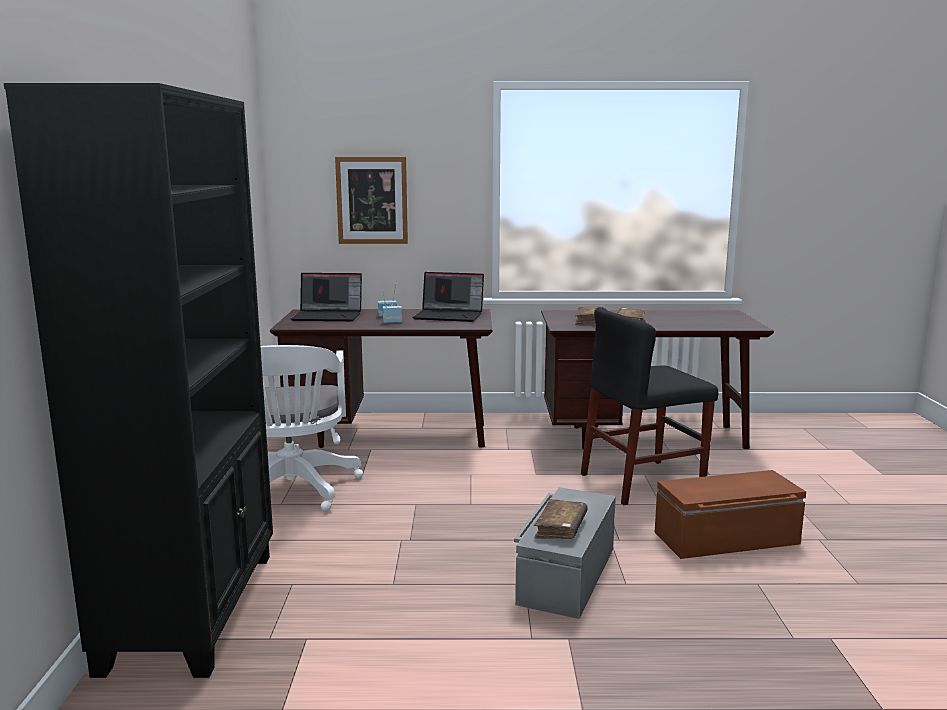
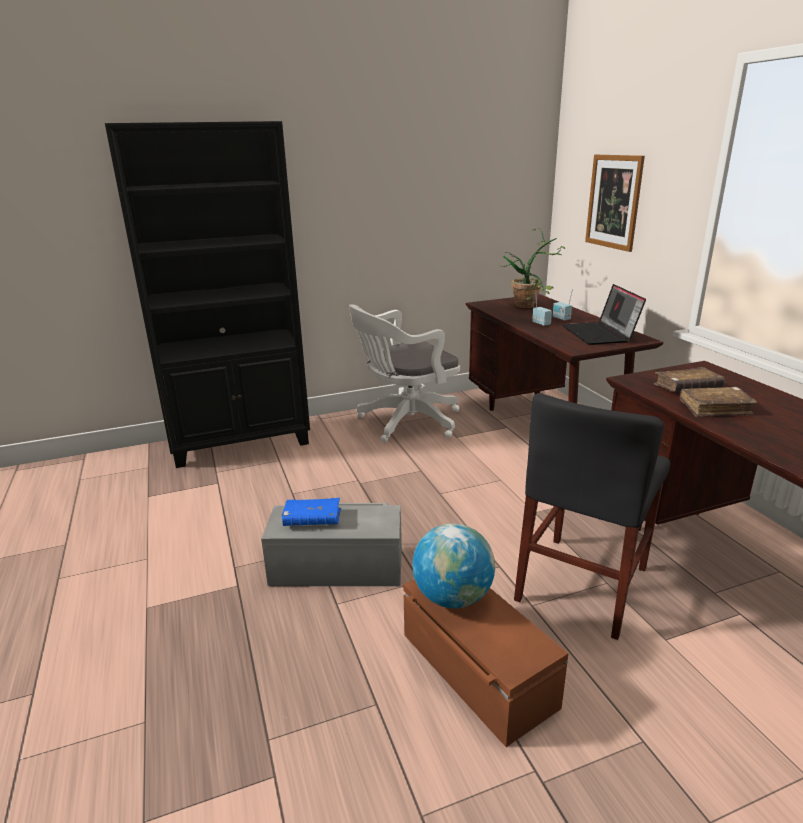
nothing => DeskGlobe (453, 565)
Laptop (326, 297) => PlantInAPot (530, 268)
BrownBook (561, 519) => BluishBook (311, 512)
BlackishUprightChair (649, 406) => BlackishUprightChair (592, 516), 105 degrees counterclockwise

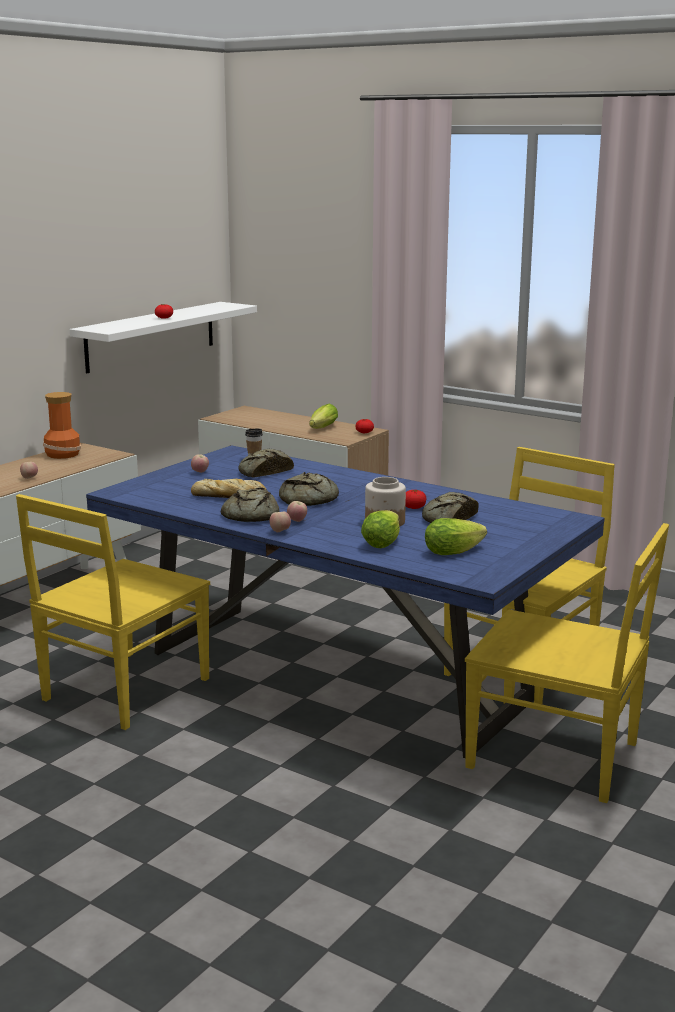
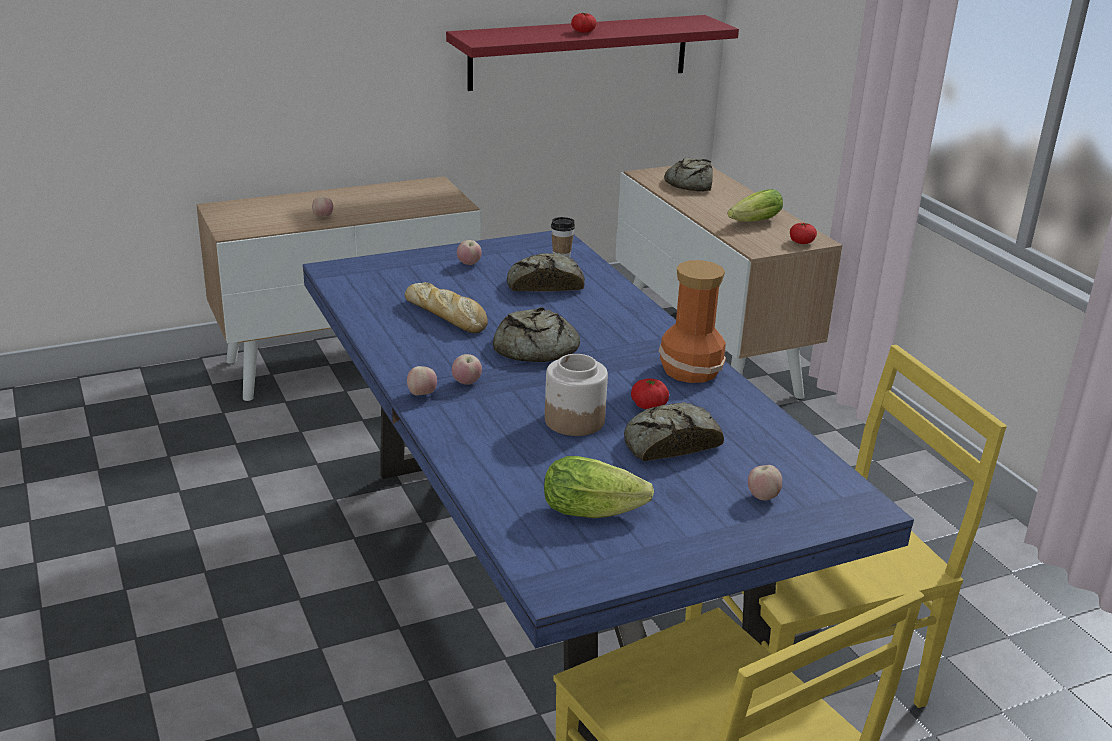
YellowColouredUprightChair (113, 612) => nothing
Lettuce (380, 529) => nothing
nothing => WholeApple (765, 483)
FlowerVase (62, 425) => FlowerVase (692, 321), shifted
Bread (250, 504) => Bread (688, 174), shifted
WhitishBracketShelf (163, 337) => RedColouredBracketShelf (592, 53)

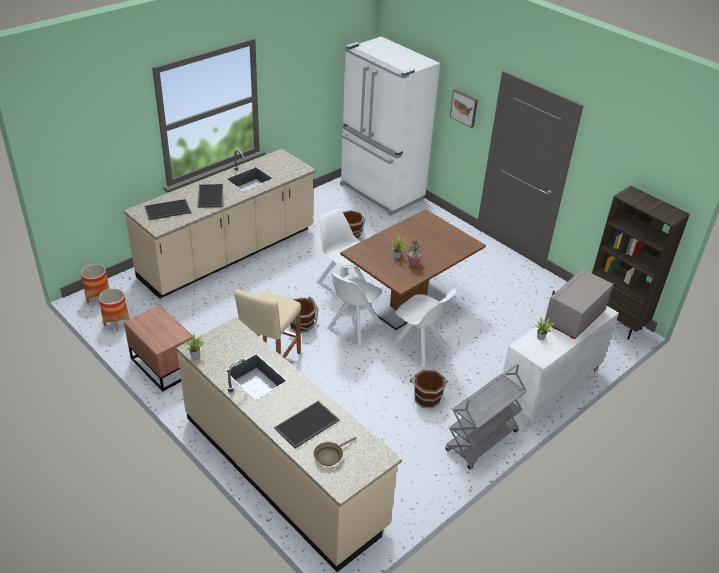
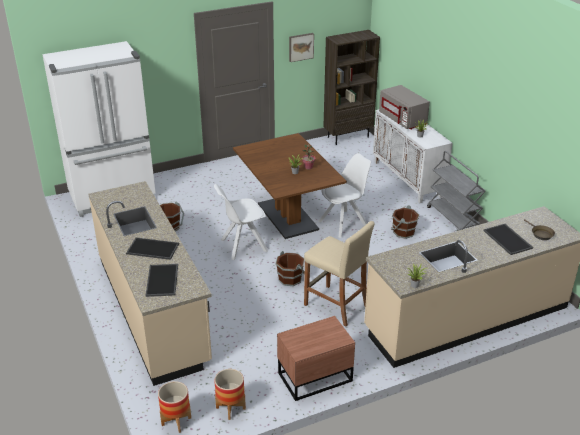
WhitishUprightChair (355, 308) => nothing
Picture (464, 108) => Picture (301, 47), shifted

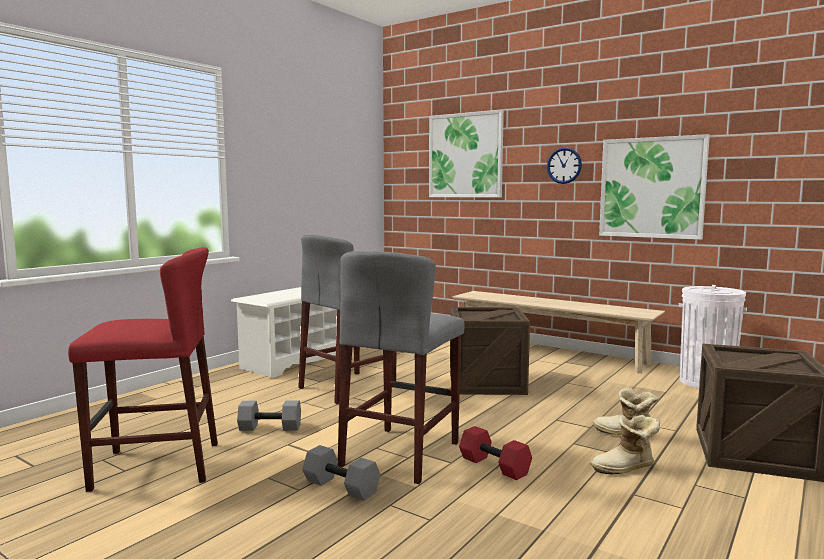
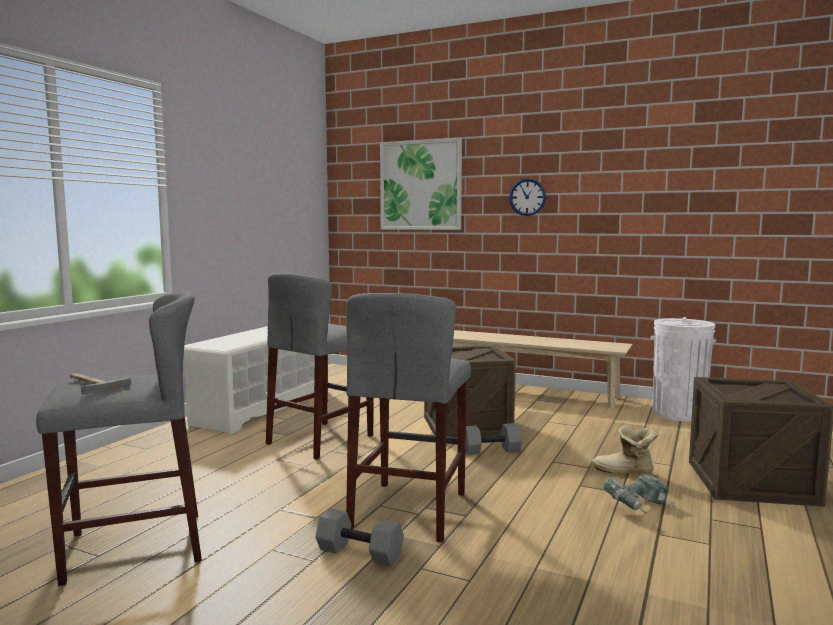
RedColouredHandWeight (495, 453) => nothing
Picture (654, 187) => nothing
nothing => Hammer (100, 383)
GrayHandWeight (269, 415) => GrayHandWeight (493, 439), shifted
HighTopBoot (625, 444) => PowerDrill (640, 493)
RedColouredSittingStool (143, 369) => GraySittingStool (119, 438)

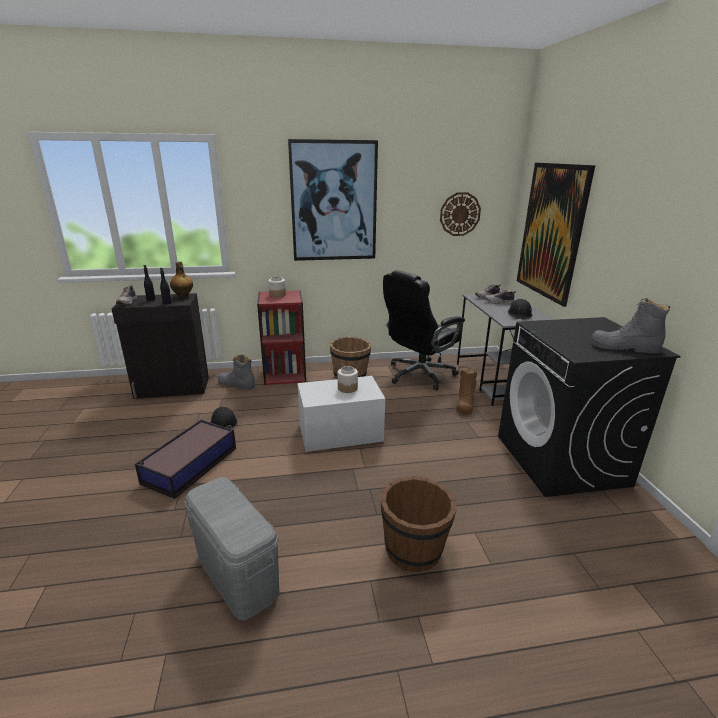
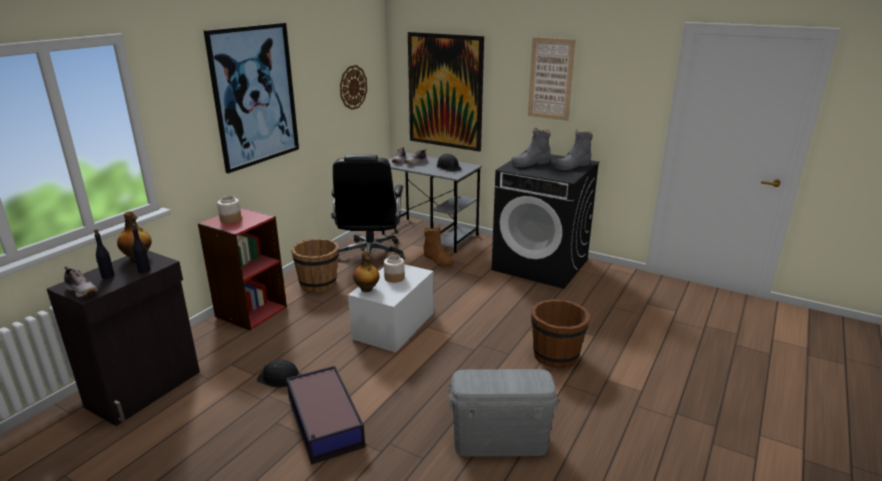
nothing => DrinkBottle (366, 271)
nothing => Picture (552, 79)
GrayHighTopBoot (236, 372) => GrayHighTopBoot (531, 147), shifted

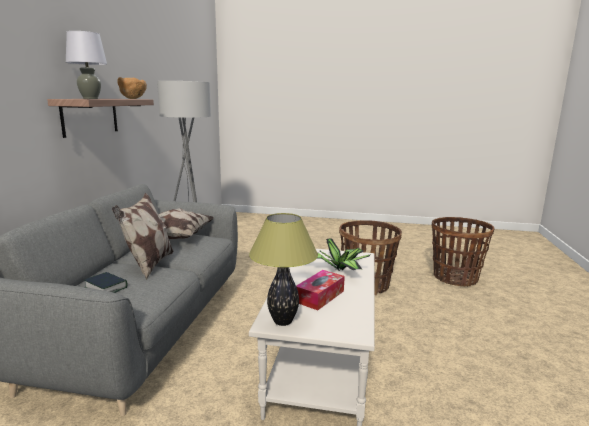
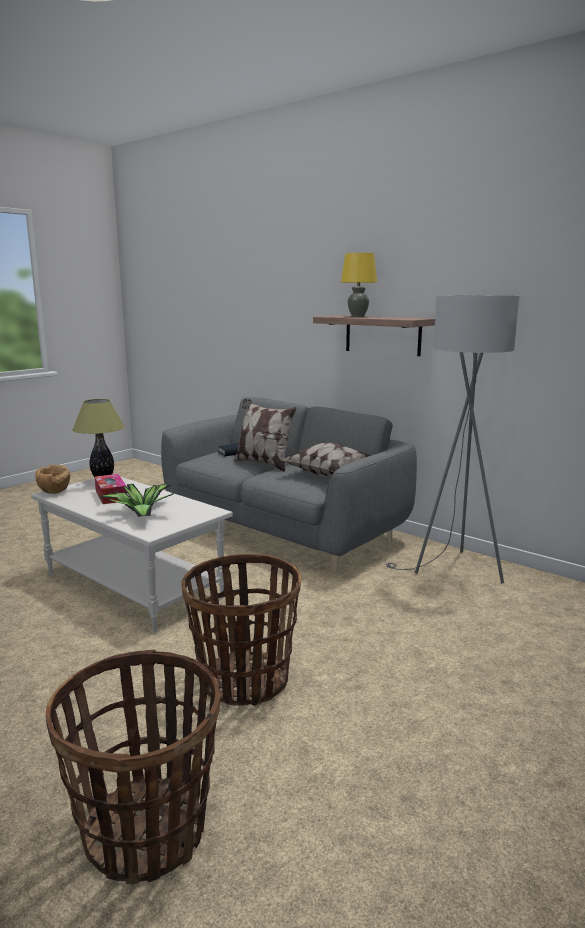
BrownDeepDish (132, 88) => BrownDeepDish (52, 479), shifted
GrayLampForATable (86, 65) => YellowColouredLampForATable (359, 285)

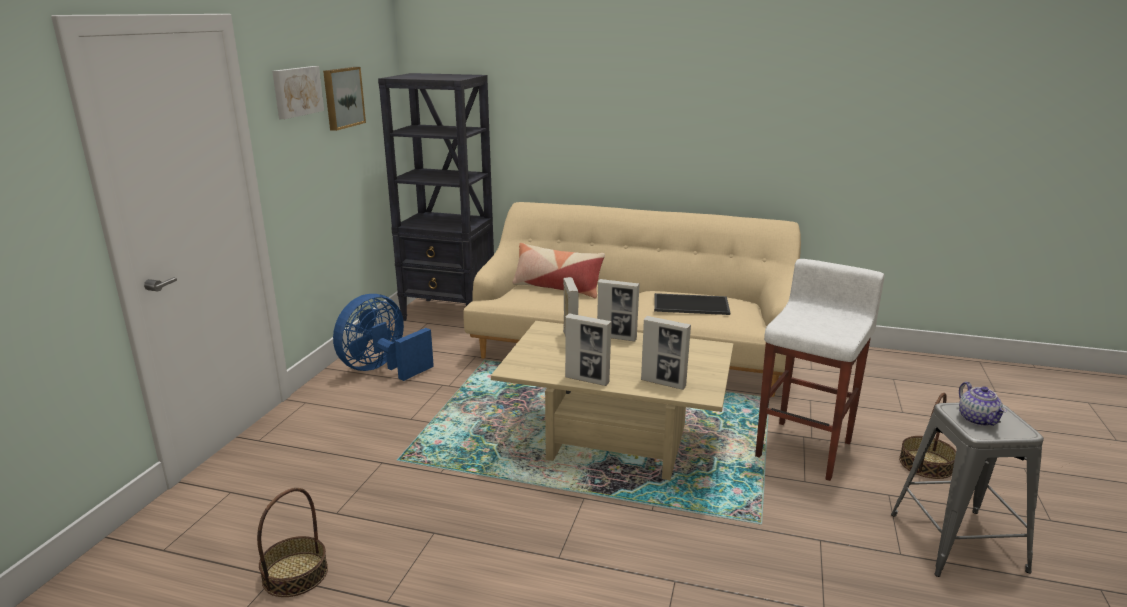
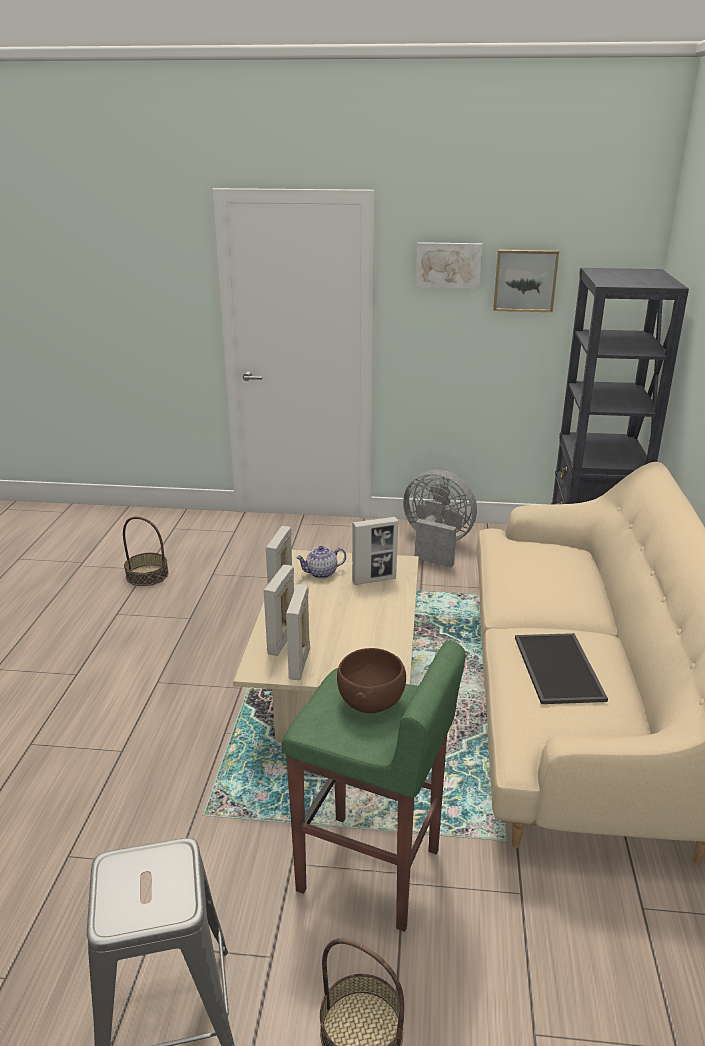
ThrowPillow (559, 271) => nothing
nothing => BrownDeepDish (371, 680)
PictureFrame (618, 310) => PictureFrame (298, 632), shifted
PotForTea (983, 404) => PotForTea (321, 562), shifted
BluishFan (383, 337) => GrayFan (440, 518)
WhitishSittingStool (820, 370) => GreenSittingStool (373, 786)

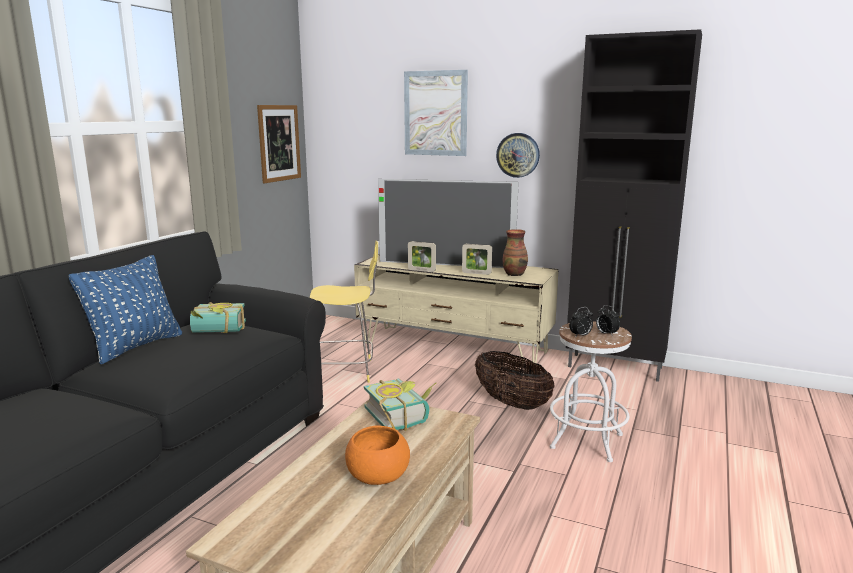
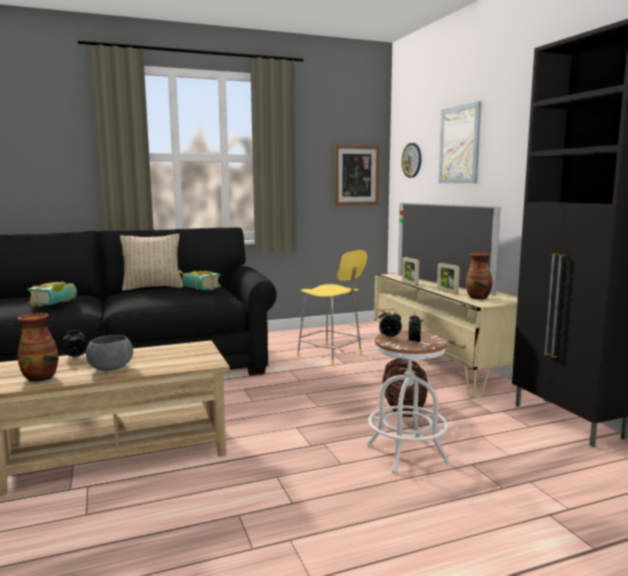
nothing => FlowerVase (38, 347)
nothing => BedsideClock (74, 345)
Book (400, 405) => Book (52, 294), shifted
HangingClock (518, 155) => HangingClock (411, 160), shifted
BluishThrowPillow (125, 309) => BeigeColouredThrowPillow (151, 262)
OrangeColouredDeepDish (377, 455) => GrayDeepDish (109, 353)

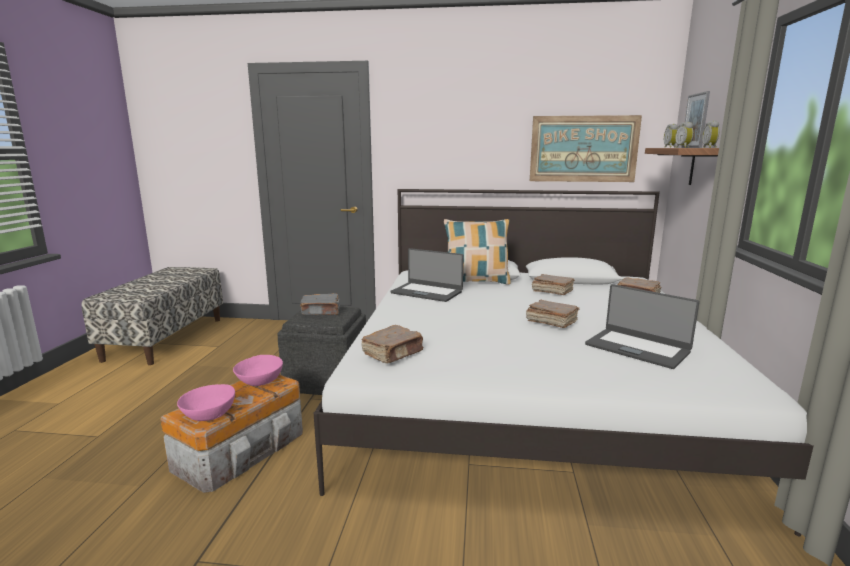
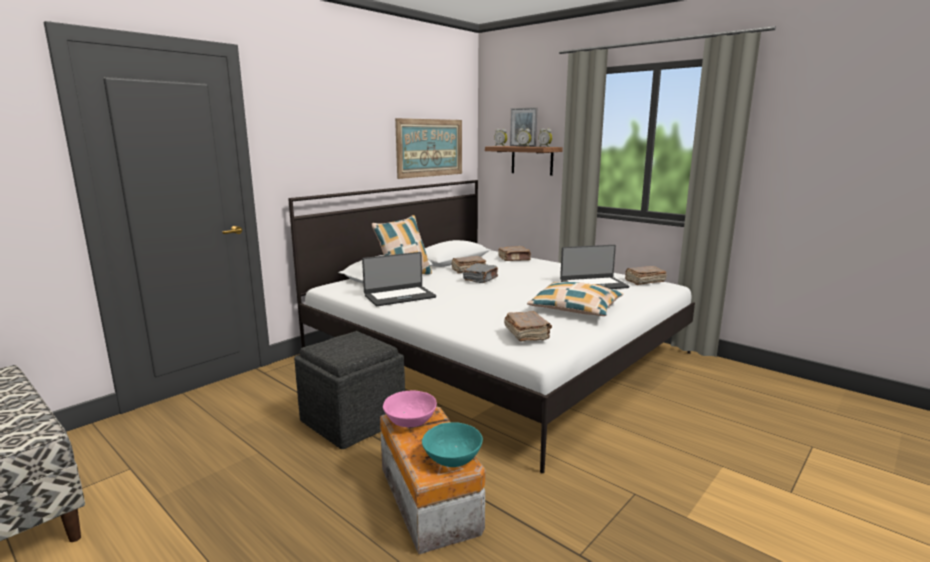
nothing => ThrowPillow (575, 299)
GrayBook (320, 304) => GrayBook (480, 273), shifted
BrownBook (552, 314) => BrownBook (646, 275), shifted
PinkColouredDeepDish (206, 402) => TurquoiseColouredDeepDish (452, 444)

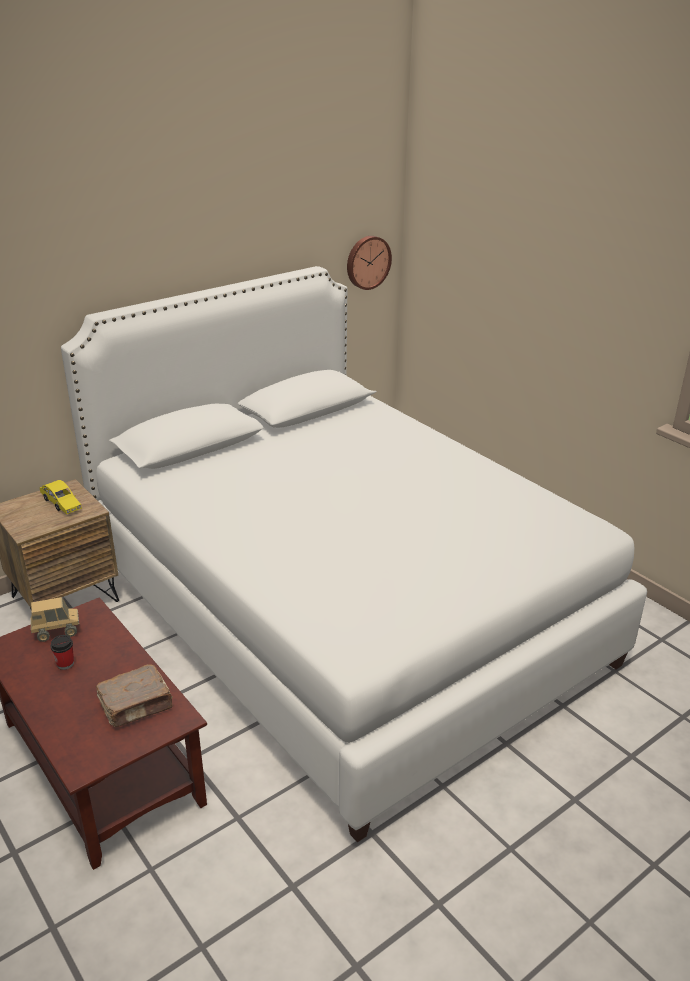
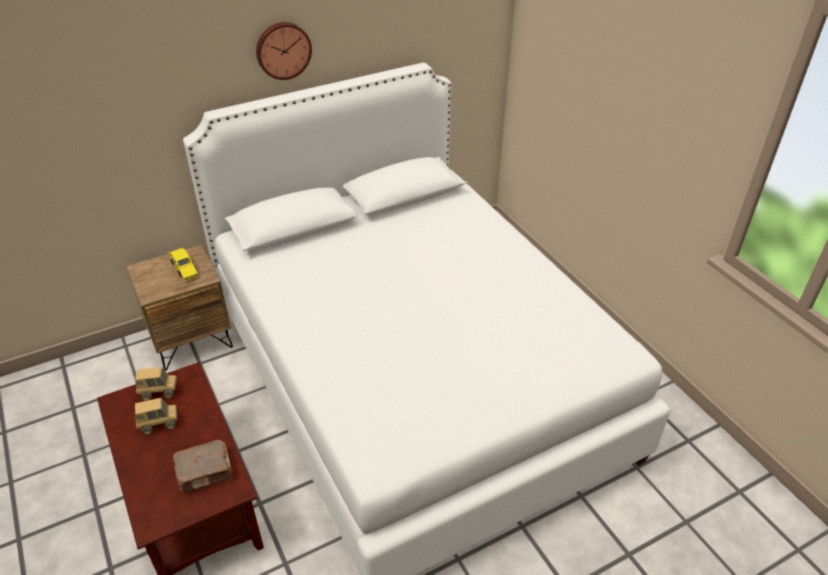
HangingClock (369, 263) => HangingClock (284, 51), shifted
DrinkingCup (62, 652) => ModelTruck (156, 416)

